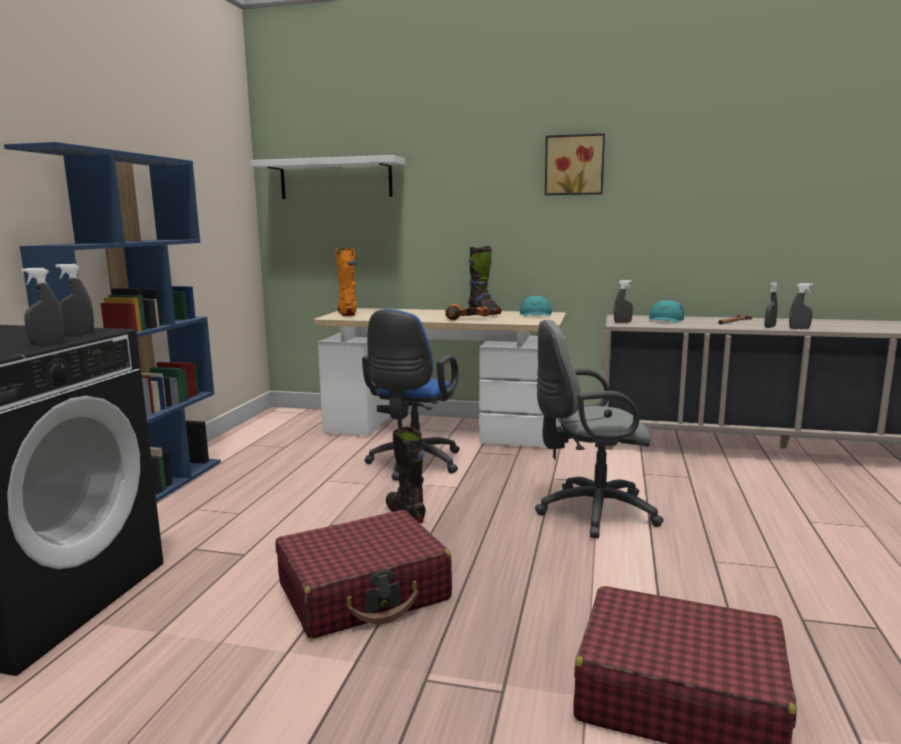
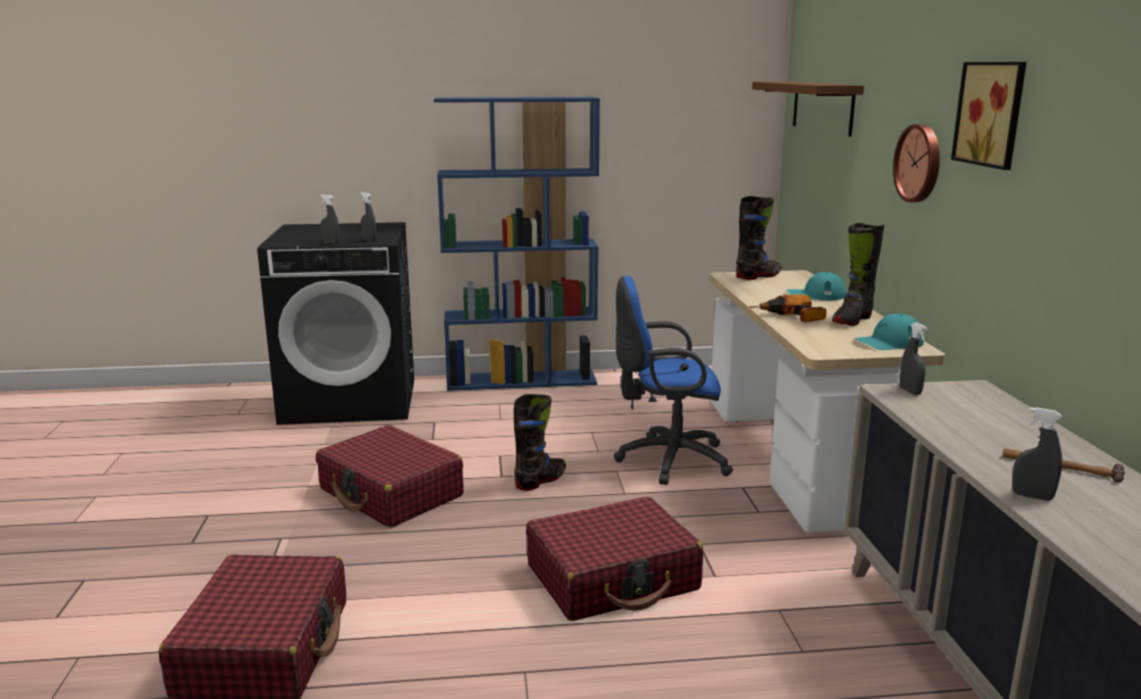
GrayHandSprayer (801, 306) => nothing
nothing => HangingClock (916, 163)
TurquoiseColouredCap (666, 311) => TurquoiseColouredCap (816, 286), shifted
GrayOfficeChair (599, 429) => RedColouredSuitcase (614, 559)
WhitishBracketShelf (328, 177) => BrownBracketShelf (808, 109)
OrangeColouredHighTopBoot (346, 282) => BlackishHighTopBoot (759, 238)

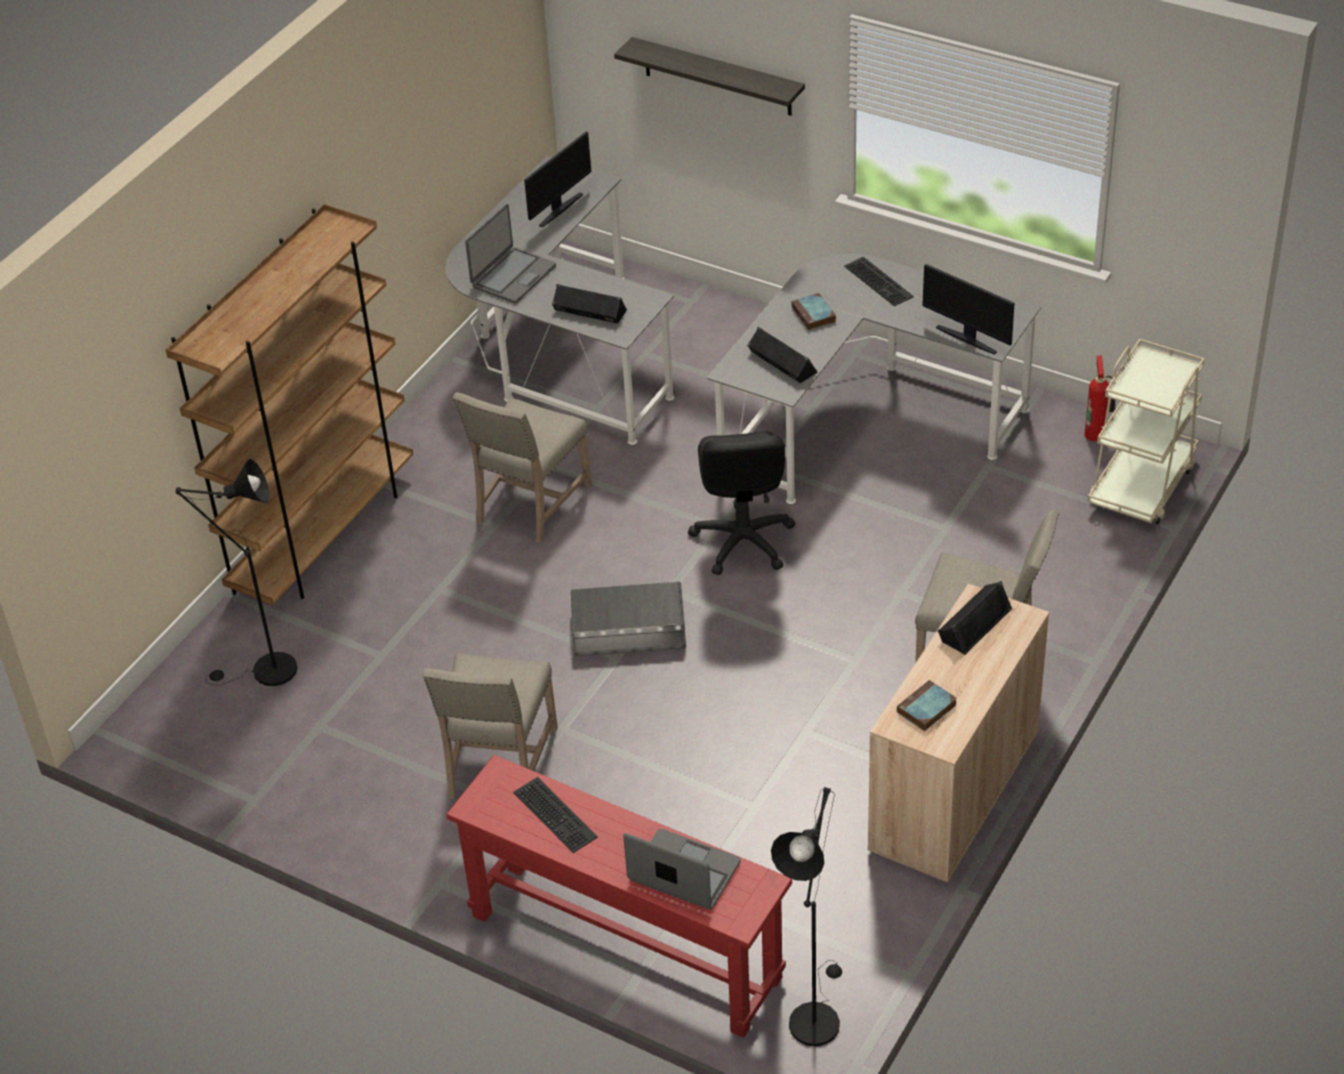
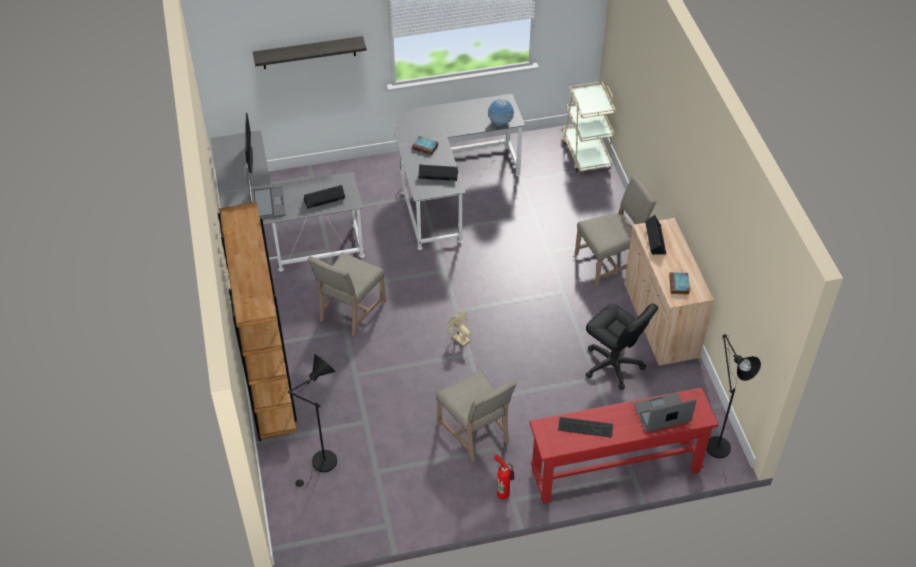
ComputerKeyboard (879, 281) => nothing
BlackishOfficeChair (742, 503) => BlackishOfficeChair (622, 346), shifted
FireFightingCylinder (1100, 398) => FireFightingCylinder (504, 476), shifted
GrayStorageContainer (628, 619) => BeigeColouredFan (458, 329)
ComputerDisplay (968, 309) => DeskGlobe (501, 112)
BeigeColouredUprightChair (522, 467) => BeigeColouredUprightChair (346, 294), 45 degrees clockwise

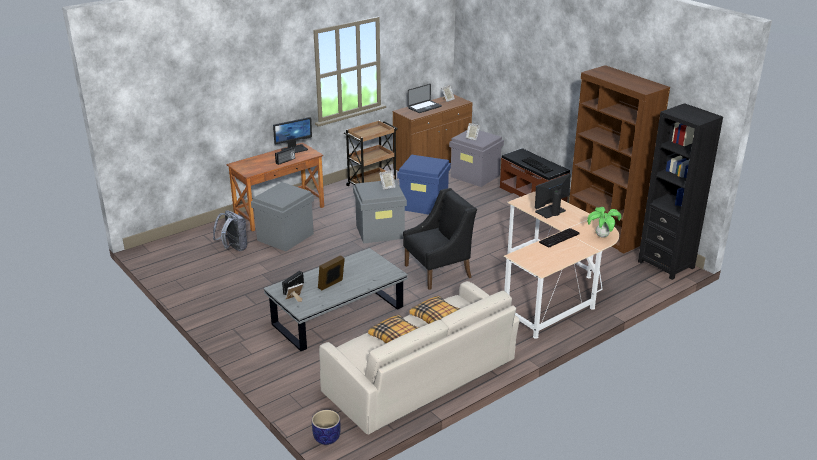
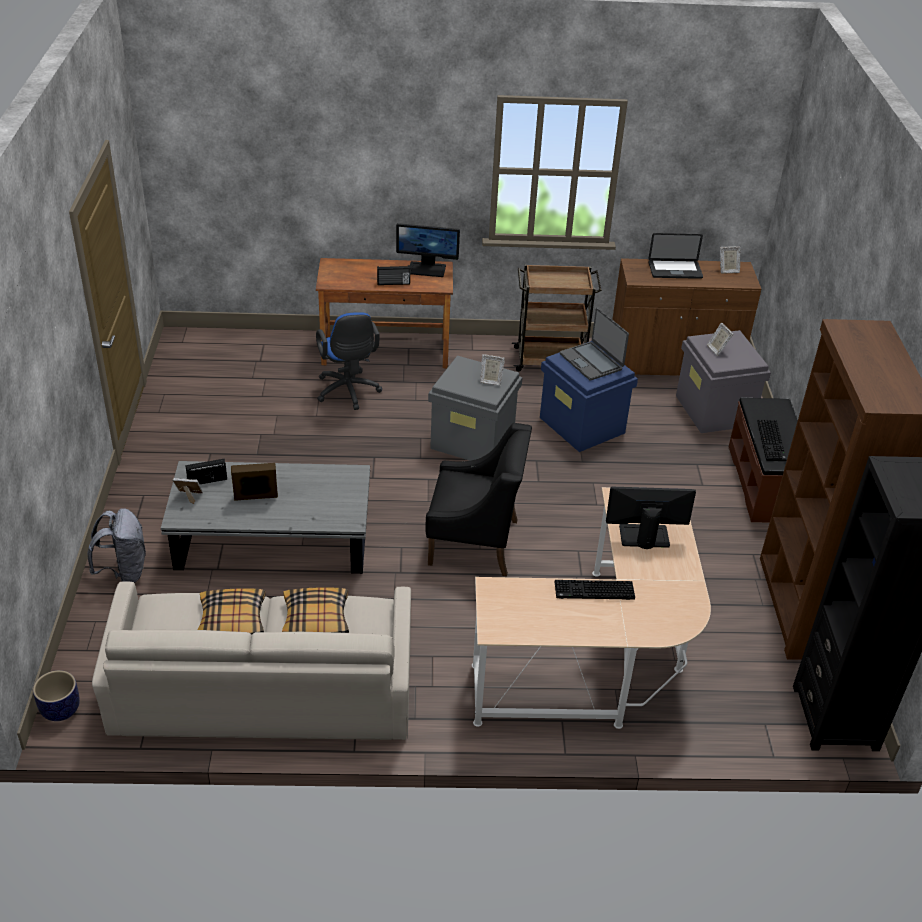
PlantInAPot (604, 222) => nothing
nothing => Laptop (594, 344)
GrayKnapsack (230, 230) => GrayKnapsack (117, 545), shifted
GrayStorageContainer (282, 216) => BluishOfficeChair (349, 361)

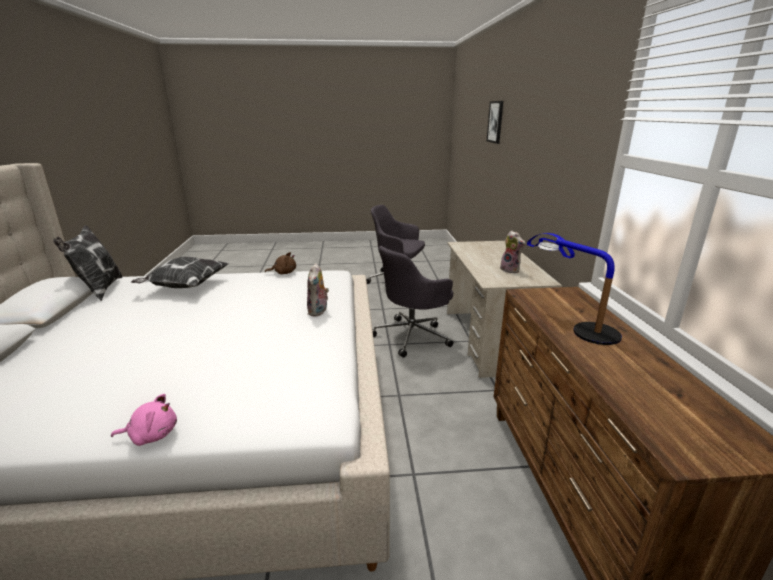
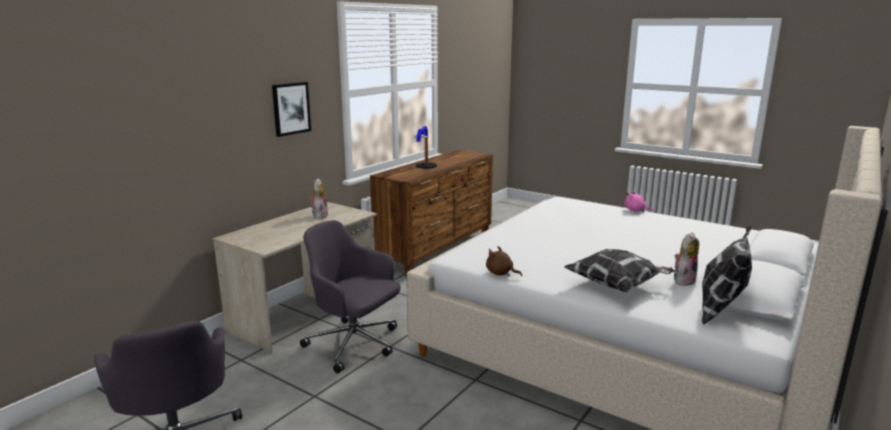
CuddlyToy (318, 289) => CuddlyToy (686, 259), shifted
Picture (495, 122) => Picture (291, 109), shifted
GrayOfficeChair (412, 302) => GrayOfficeChair (350, 296), 150 degrees counterclockwise

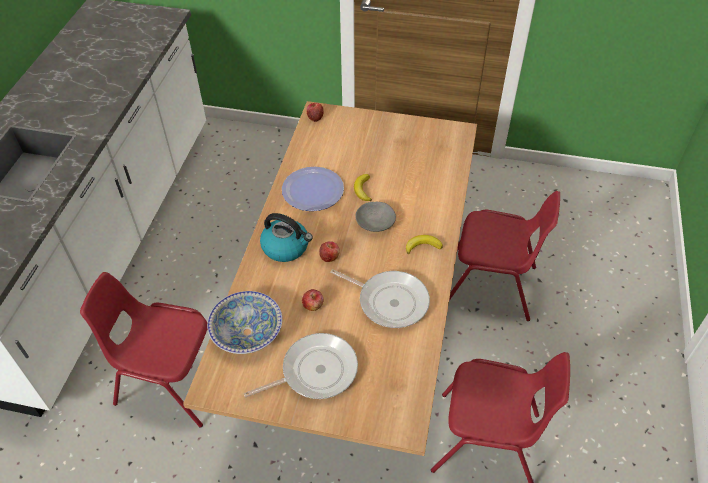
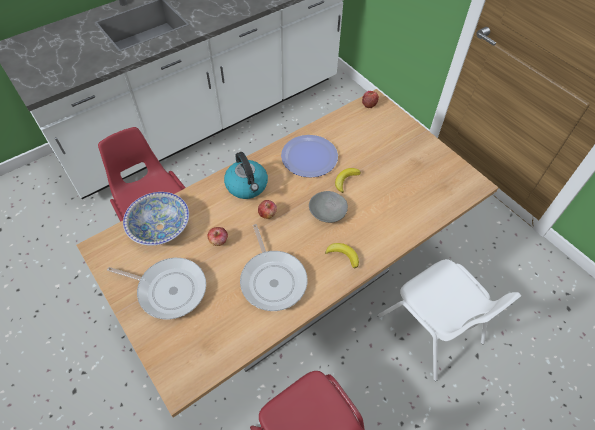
RedColouredUprightChair (504, 256) => WhitishUprightChair (449, 320)

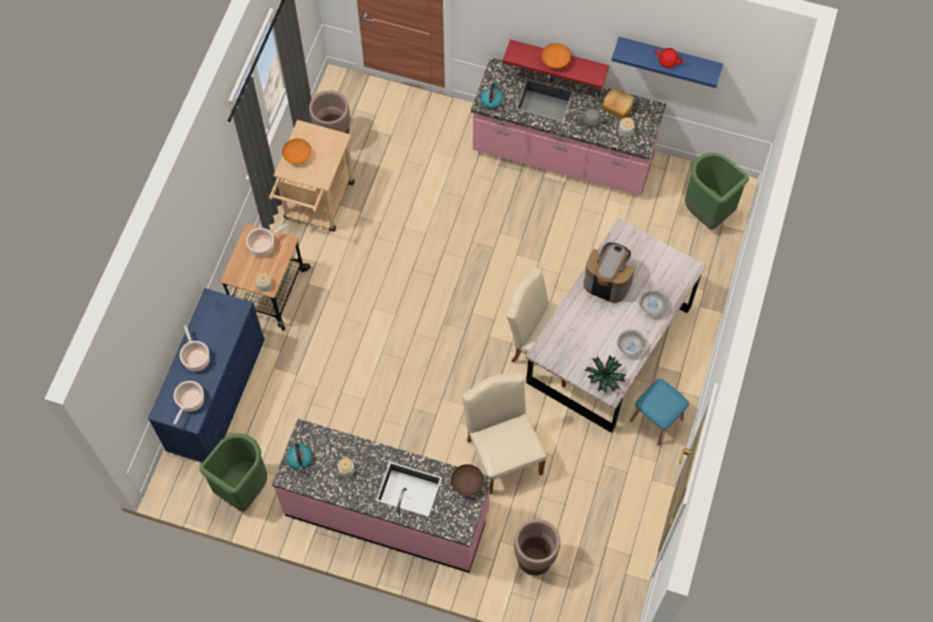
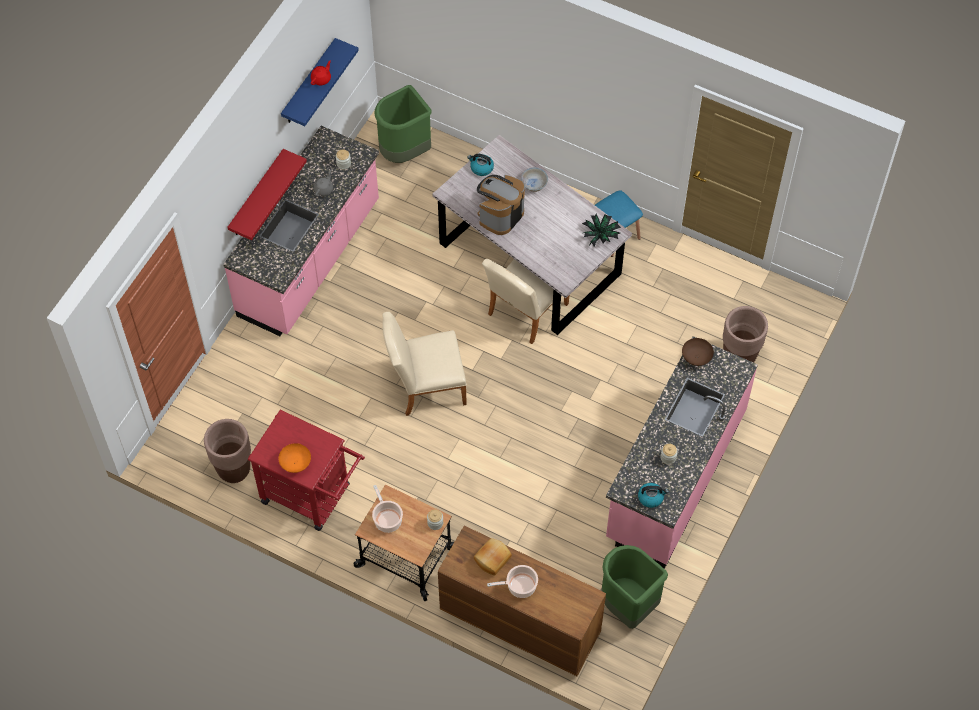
CookingPot (188, 403) => nothing
OrangeColouredDeepDish (556, 56) => nothing
WhitishDeepDish (631, 342) => nothing
BeigeColouredUprightChair (504, 433) => BeigeColouredUprightChair (424, 364), shifted
TeaKettle (491, 95) => TeaKettle (481, 165), shifted
Bread (618, 103) => Bread (493, 557), shifted
BluishDrawerChest (206, 375) => BrownDrawerChest (522, 601)
BeigeColouredTrolley (312, 176) => RedColouredTrolley (306, 470)

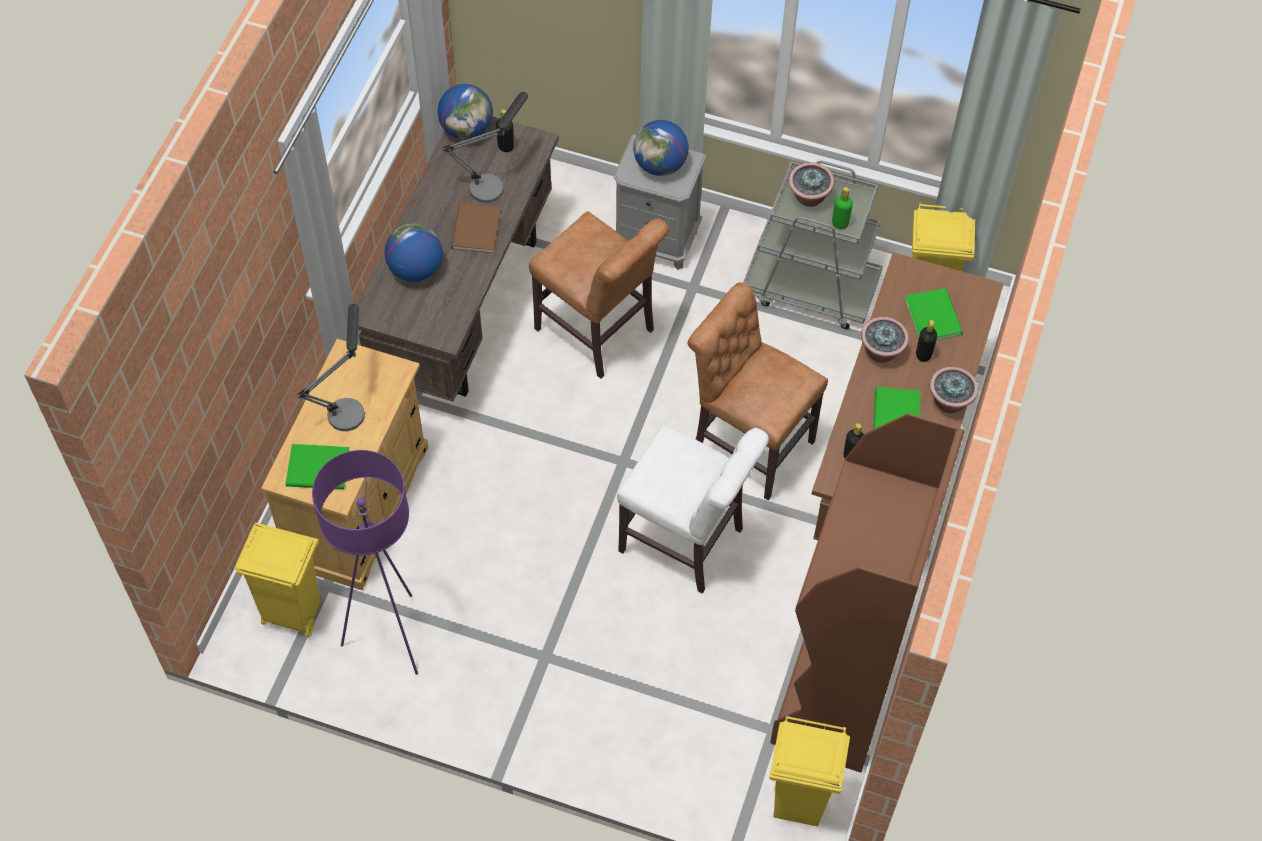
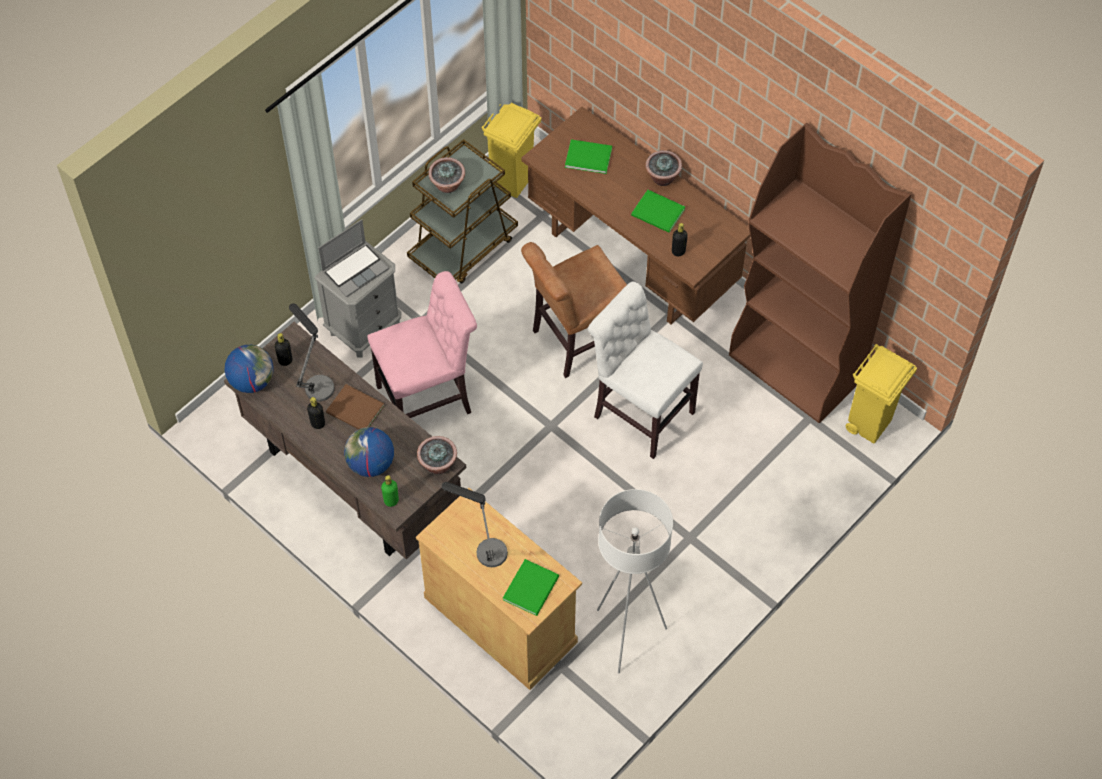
YellowColouredRubbishBin (277, 580) => nothing
GreenDrinkBottle (842, 208) => GreenDrinkBottle (390, 491), shifted
PlantInAPot (885, 340) => PlantInAPot (437, 455), shifted
BlackishDrinkBottle (926, 341) => BlackishDrinkBottle (316, 413), shifted
DeskGlobe (661, 148) => Laptop (353, 258)
PurpleColouredStandardLamp (365, 562) => WhitishStandardLamp (635, 581)
BrownUprightChair (599, 295) => PinkColouredUprightChair (422, 344)
GrayTrolley (813, 245) => BrownTrolley (462, 211)
WhitishUprightChair (693, 509) => WhitishUprightChair (645, 370), 105 degrees counterclockwise

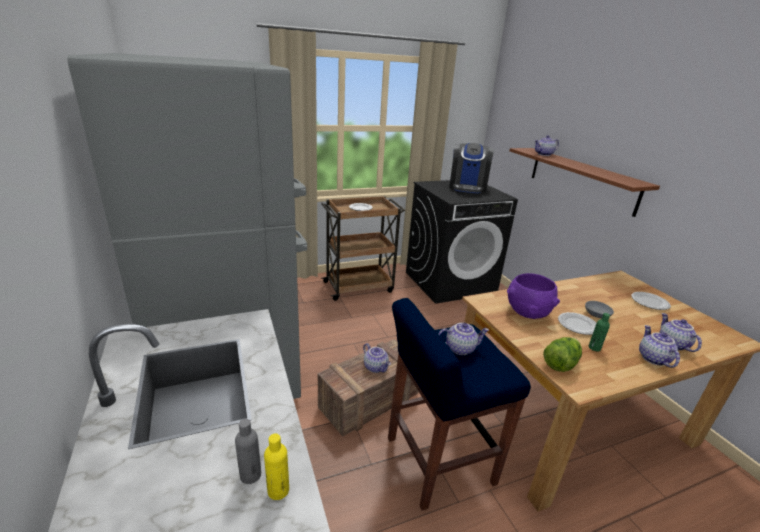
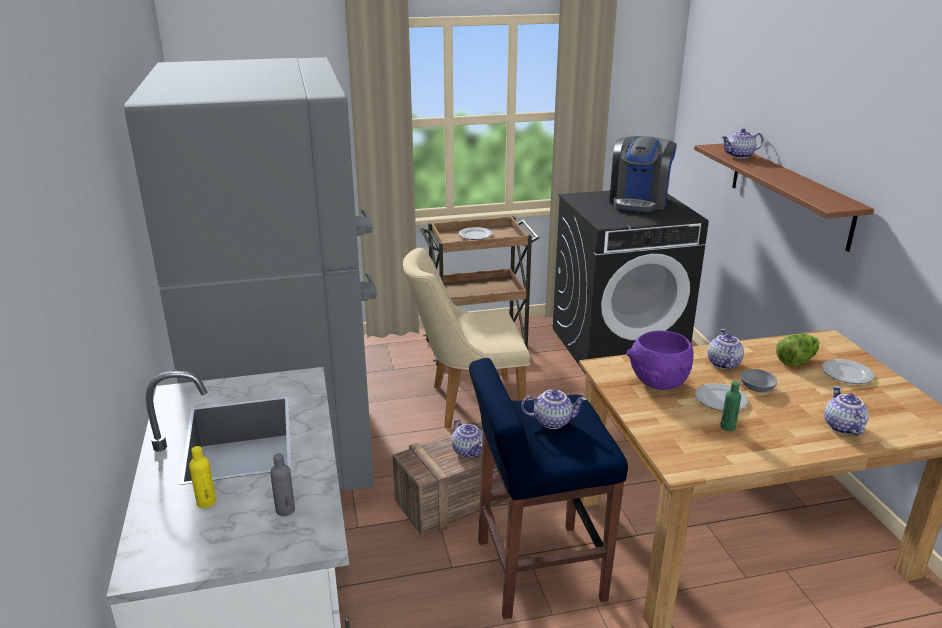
nothing => BeigeColouredUprightChair (466, 338)
YellowColouredDrinkBottle (276, 466) => YellowColouredDrinkBottle (202, 477), shifted
Lettuce (562, 354) => Lettuce (797, 350), shifted
PotForTea (659, 346) => PotForTea (725, 349), shifted

